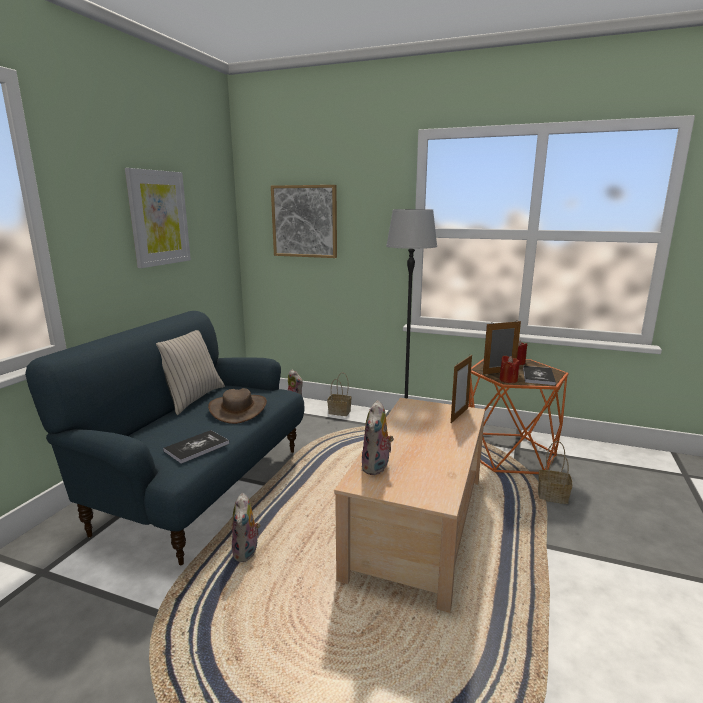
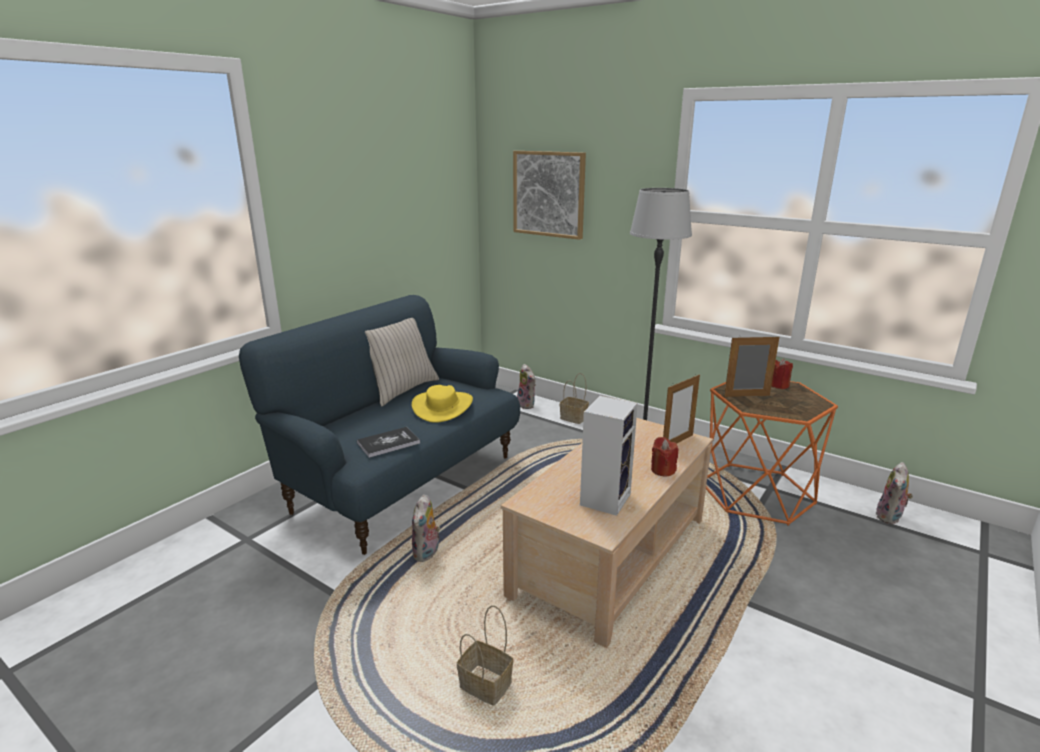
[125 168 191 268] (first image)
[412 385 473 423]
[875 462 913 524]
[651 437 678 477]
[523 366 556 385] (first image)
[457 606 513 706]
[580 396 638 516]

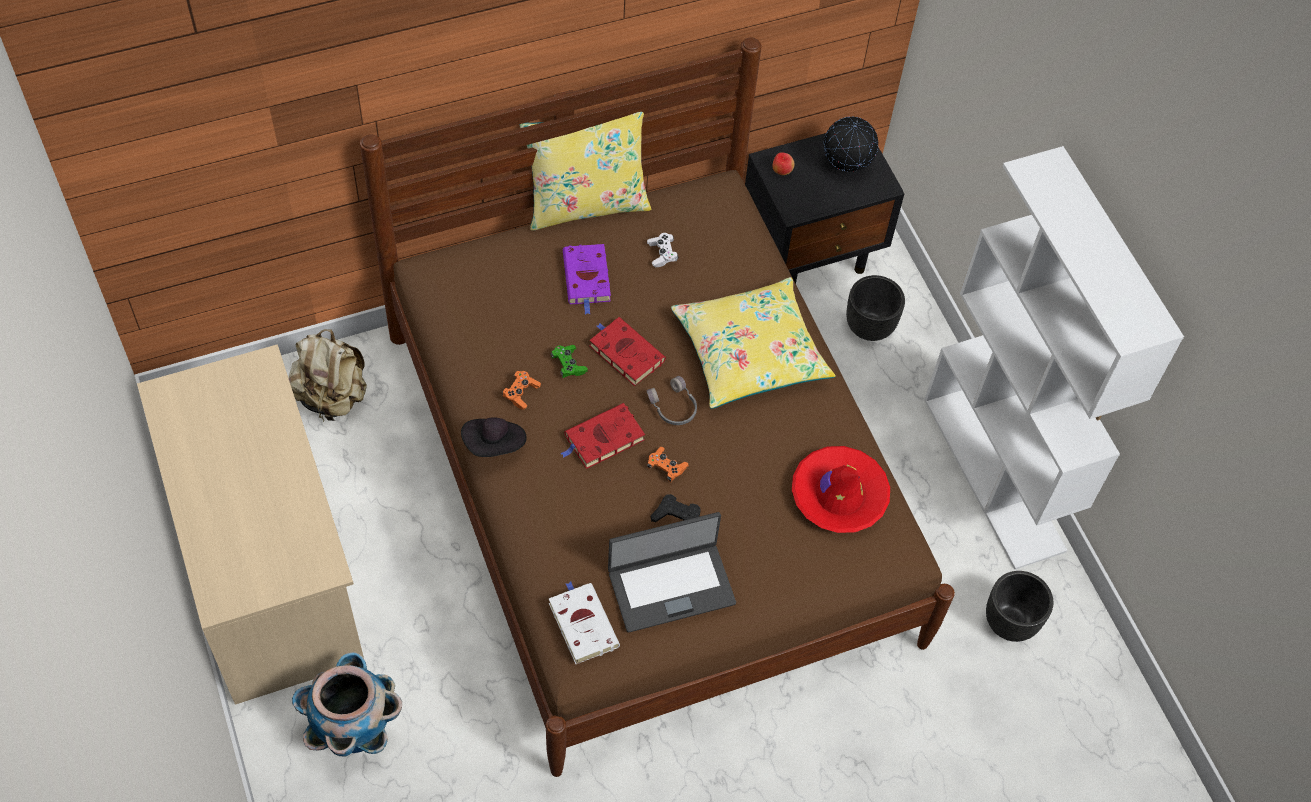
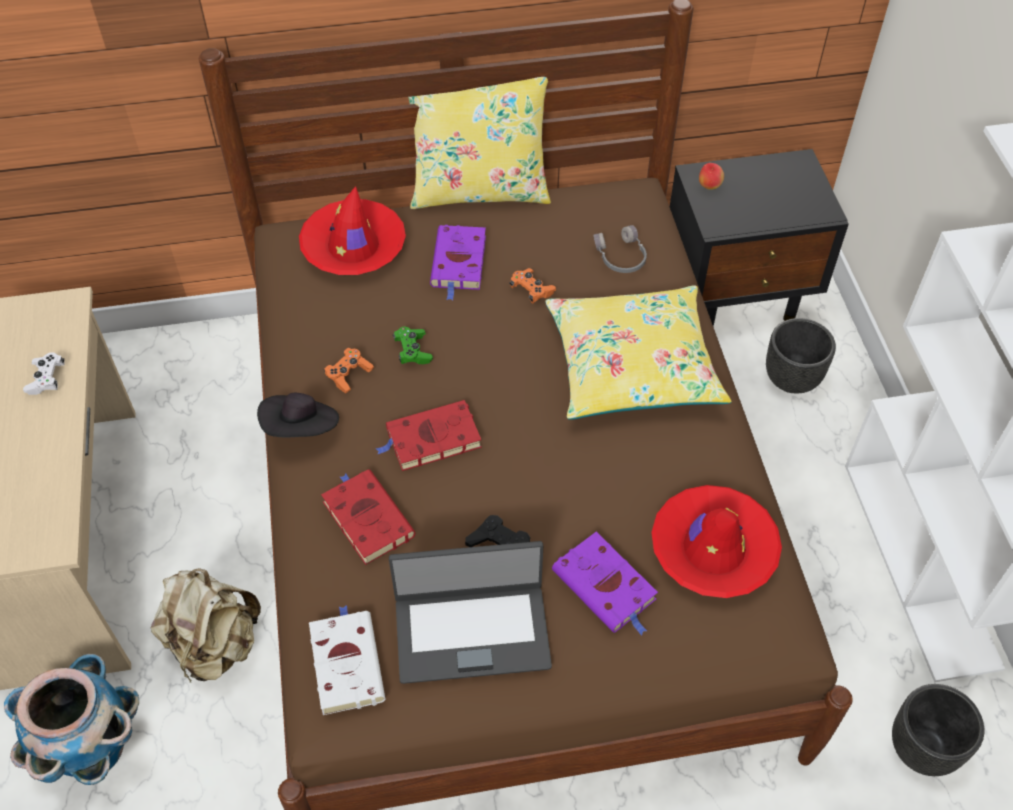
[151 568 261 682]
[321 469 415 565]
[593 225 647 273]
[23 352 65 395]
[510 268 556 304]
[824 117 878 172] (first image)
[299 186 406 275]
[552 532 658 635]

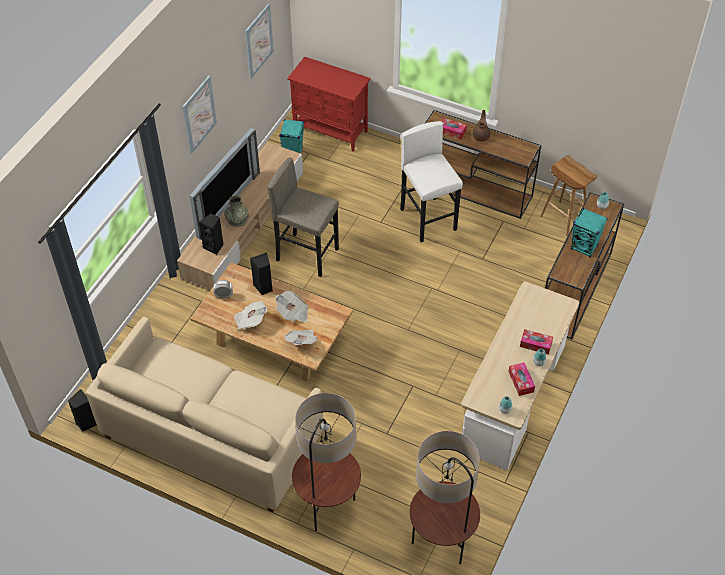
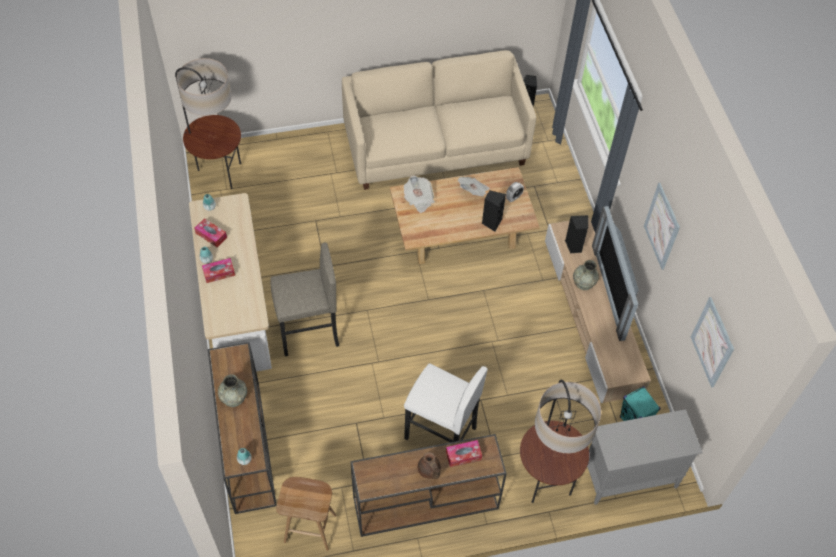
[270 243 339 356]
[275 291 308 323] (first image)
[587 409 703 505]
[520 380 601 503]
[218 374 247 407]

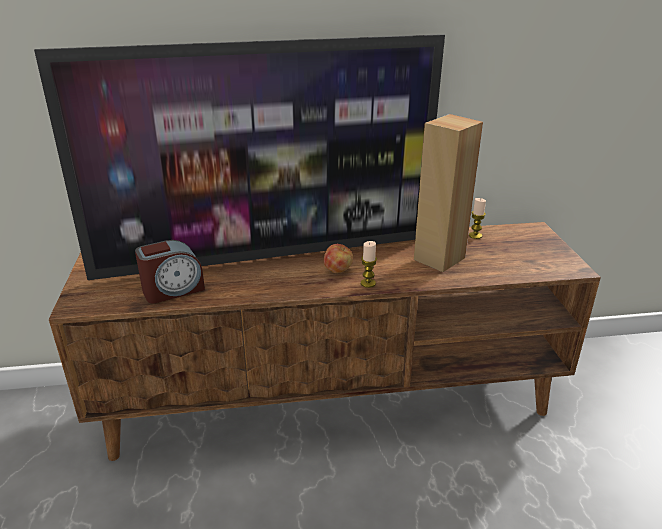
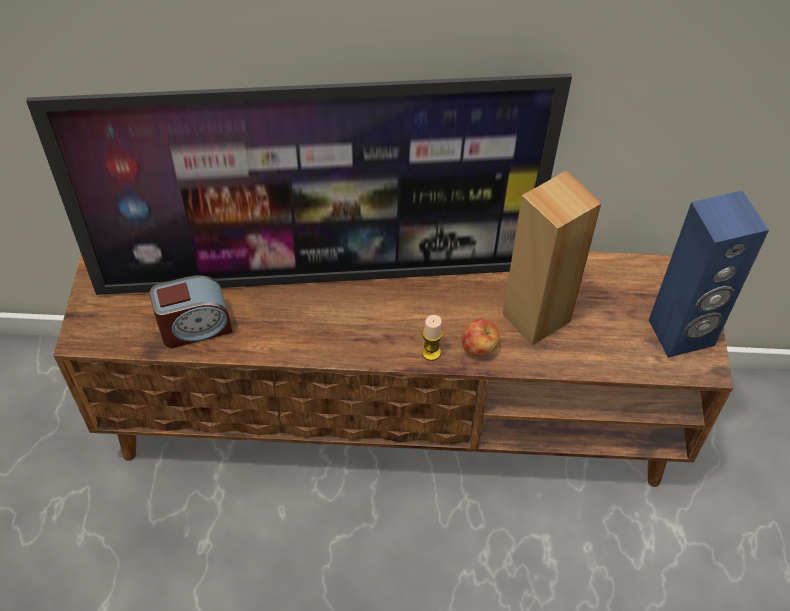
[461 318 500 356]
[469 198 486 239] (first image)
[649 190 769 358]

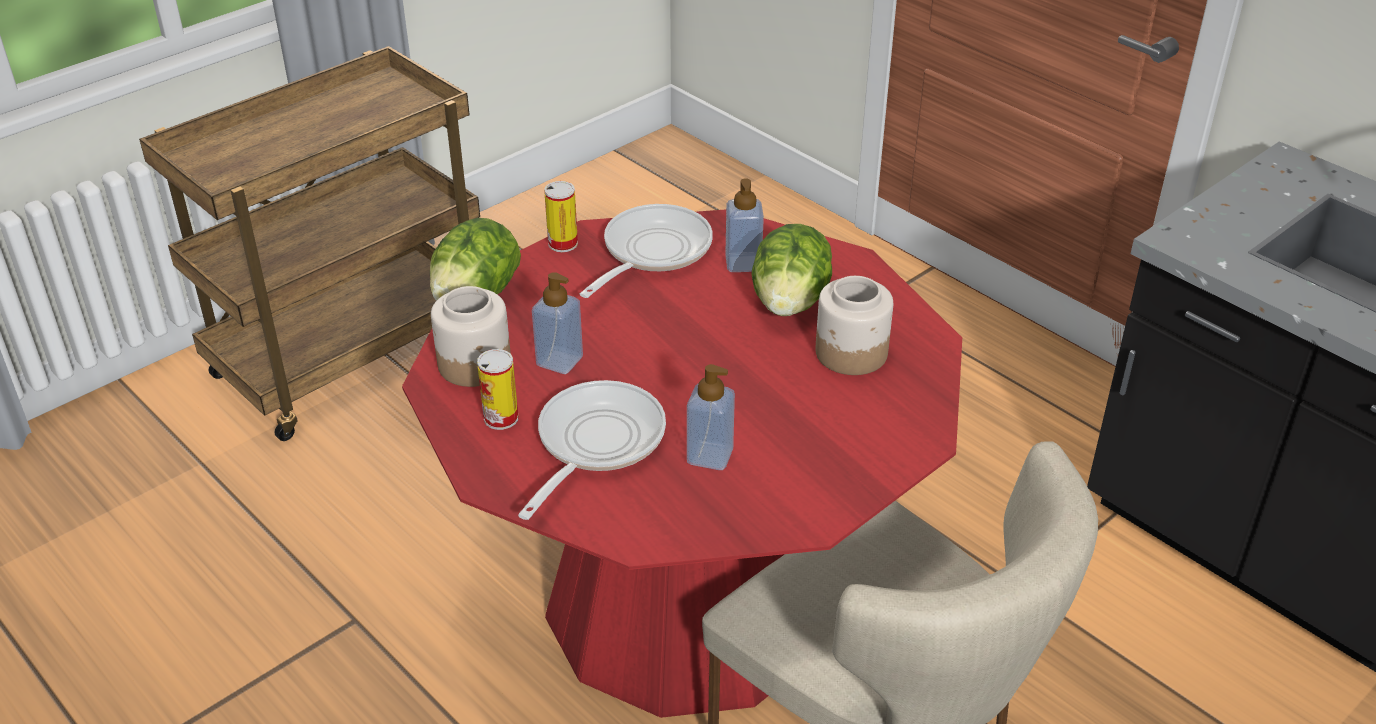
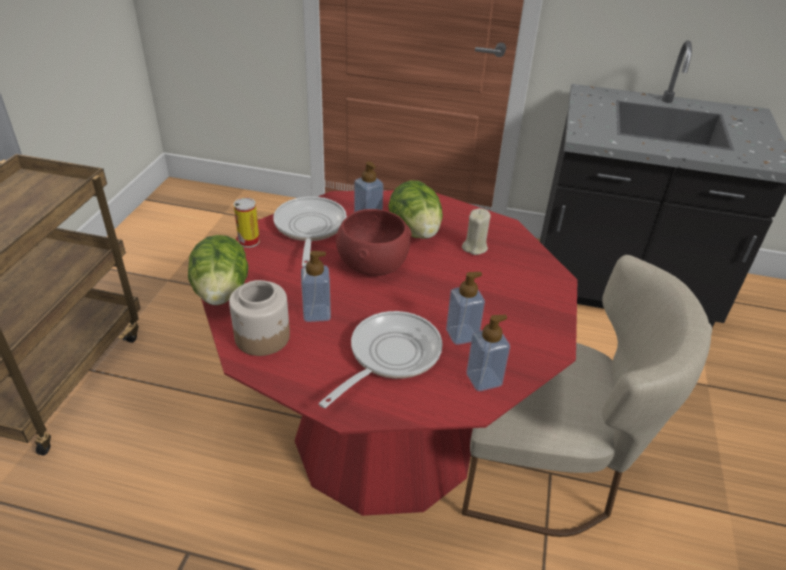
[477 349 518 430] (first image)
[319 311 443 408]
[462 208 491 255]
[336 209 412 276]
[467 315 510 391]

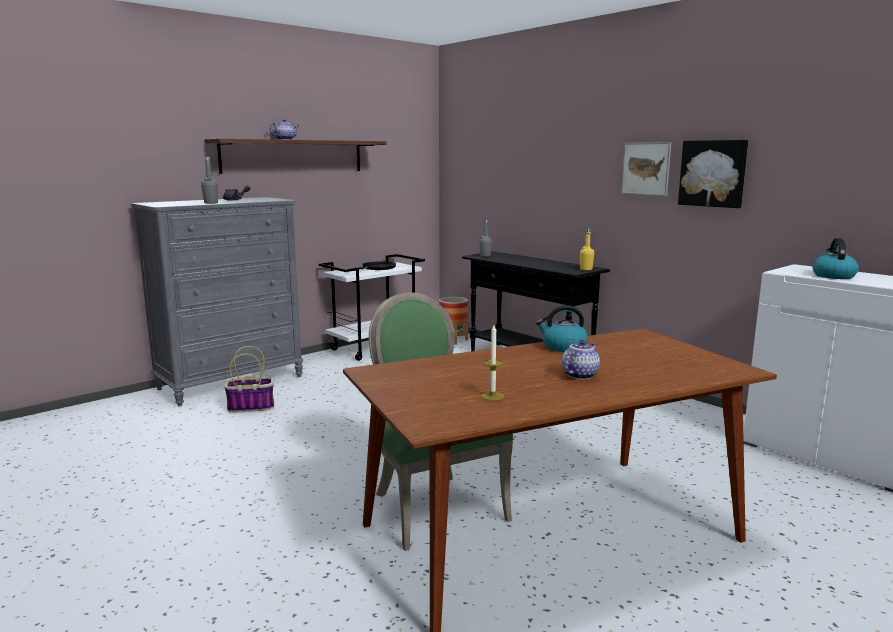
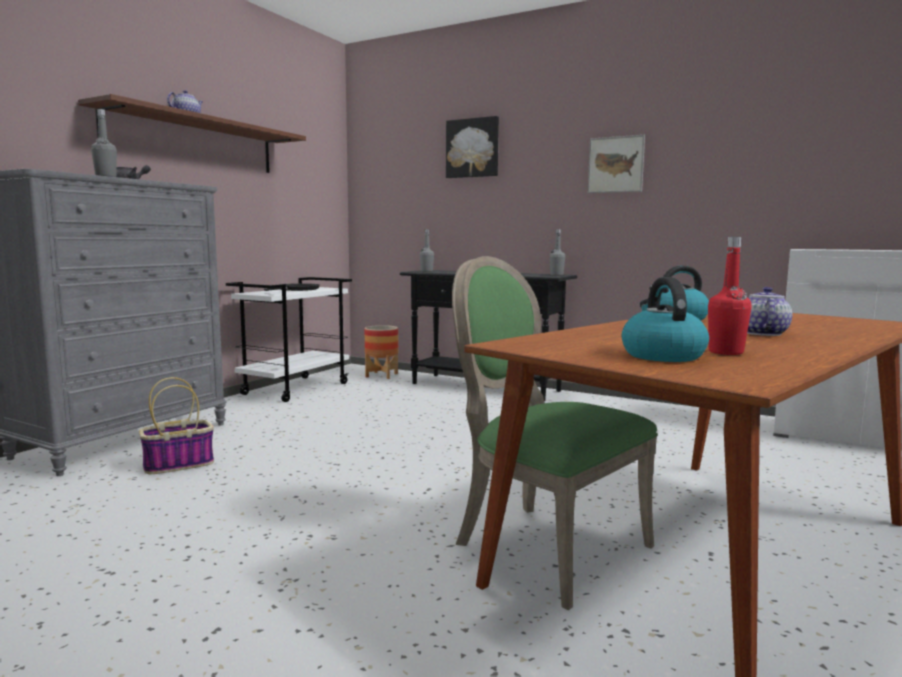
[708 237 752 355]
[549 229 565 276]
[446 116 499 178]
[622 277 709 362]

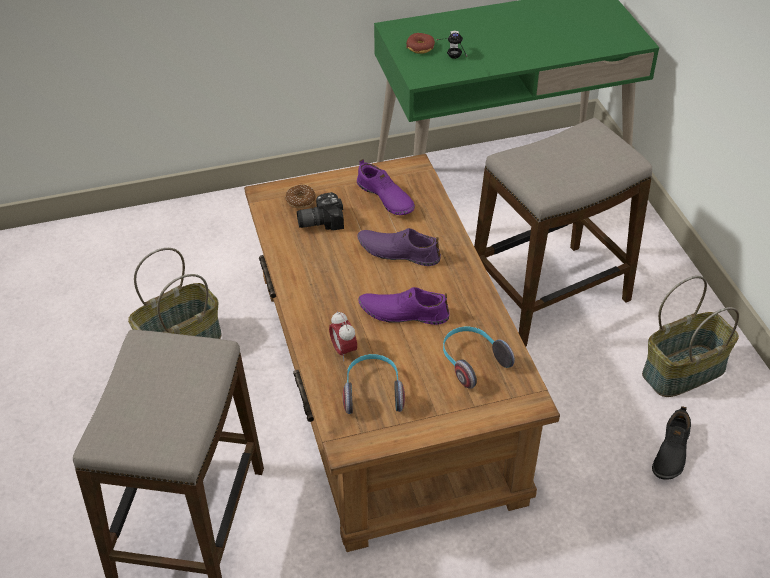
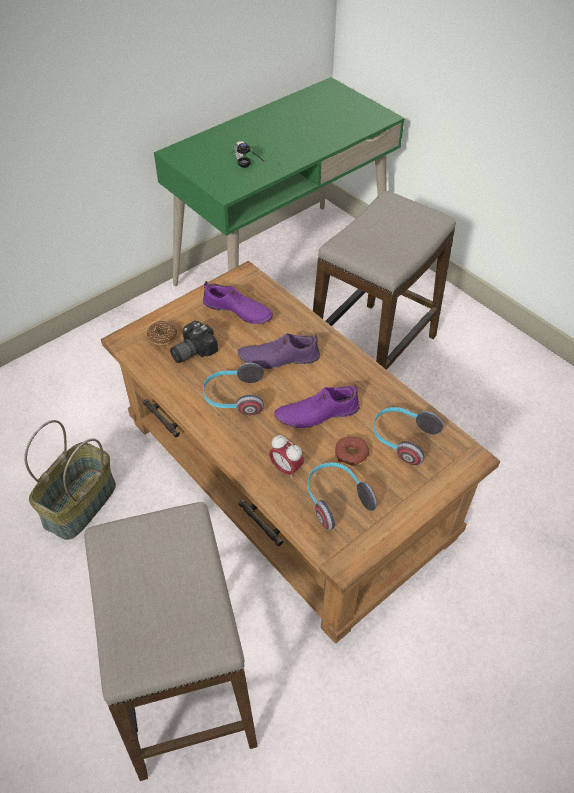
[335 437 369 466]
[642 276 739 397] (first image)
[652 406 691 480] (first image)
[203 363 264 415]

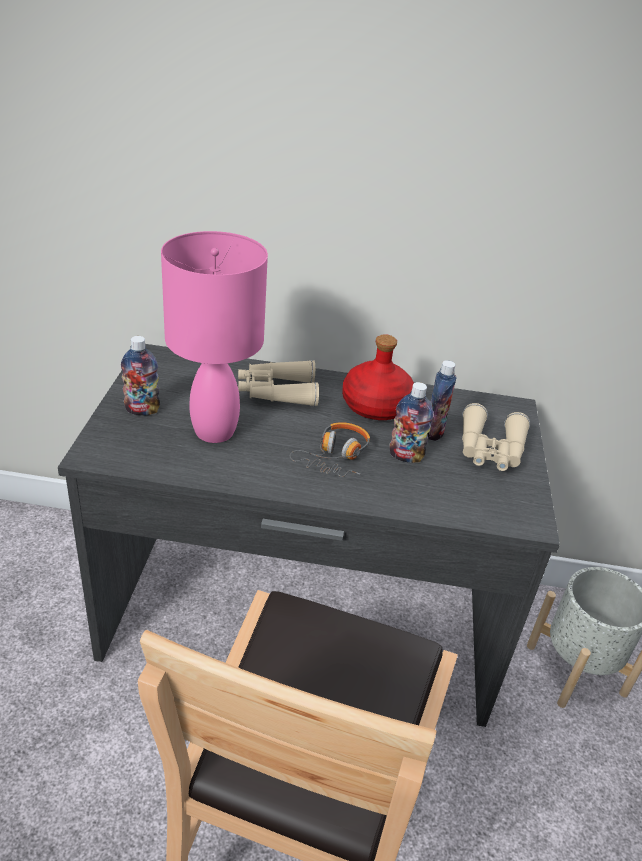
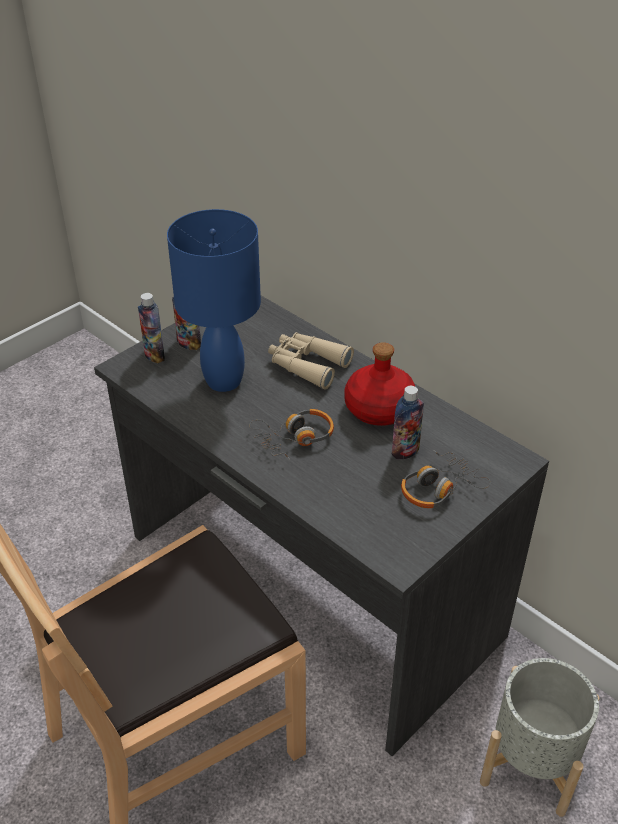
[167 209 261 392]
[138 293 165 363]
[401 450 491 508]

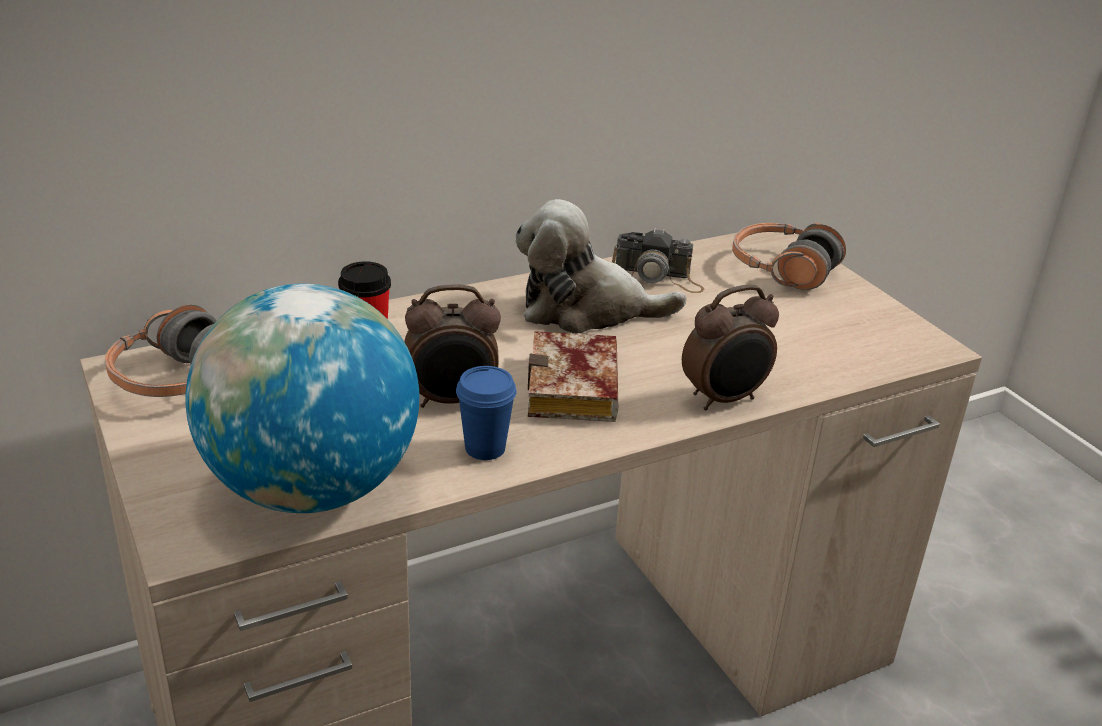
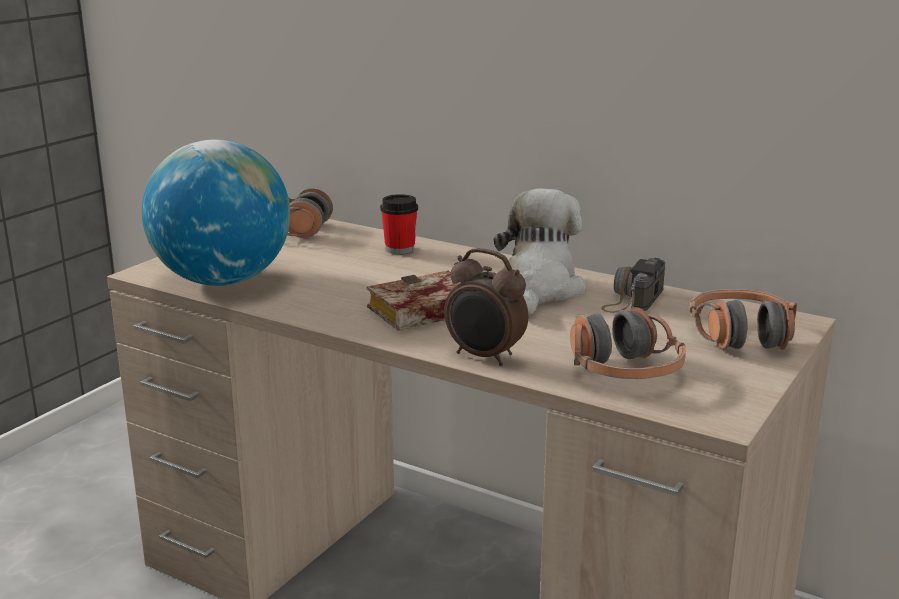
[404 284 501 408] (first image)
[456 366 517 460] (first image)
[493 189 586 315]
[601 258 665 313]
[570 307 686 379]

